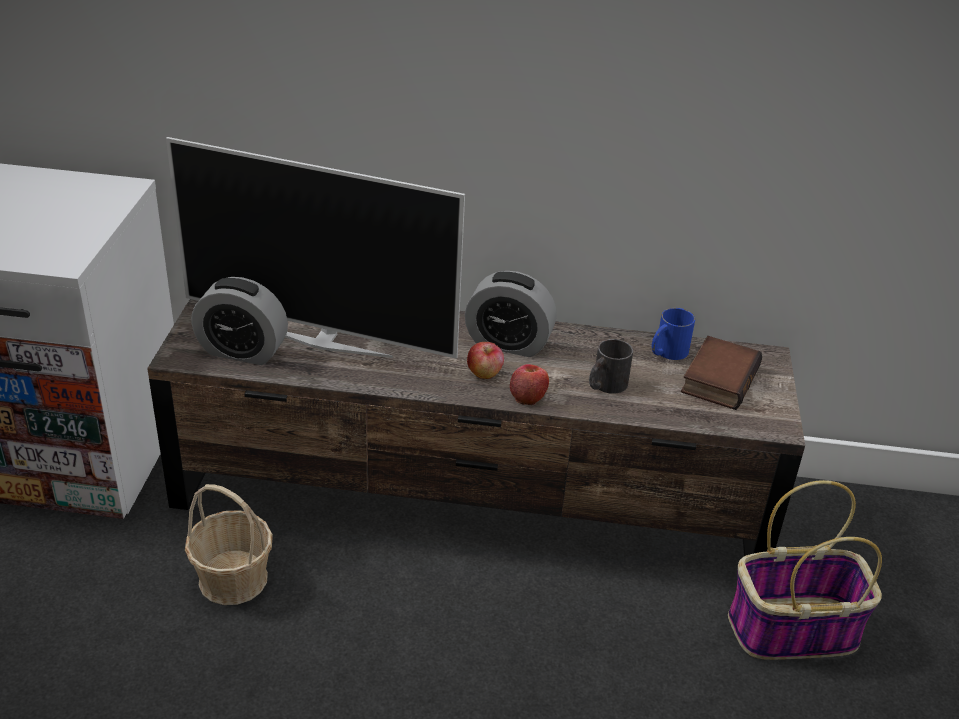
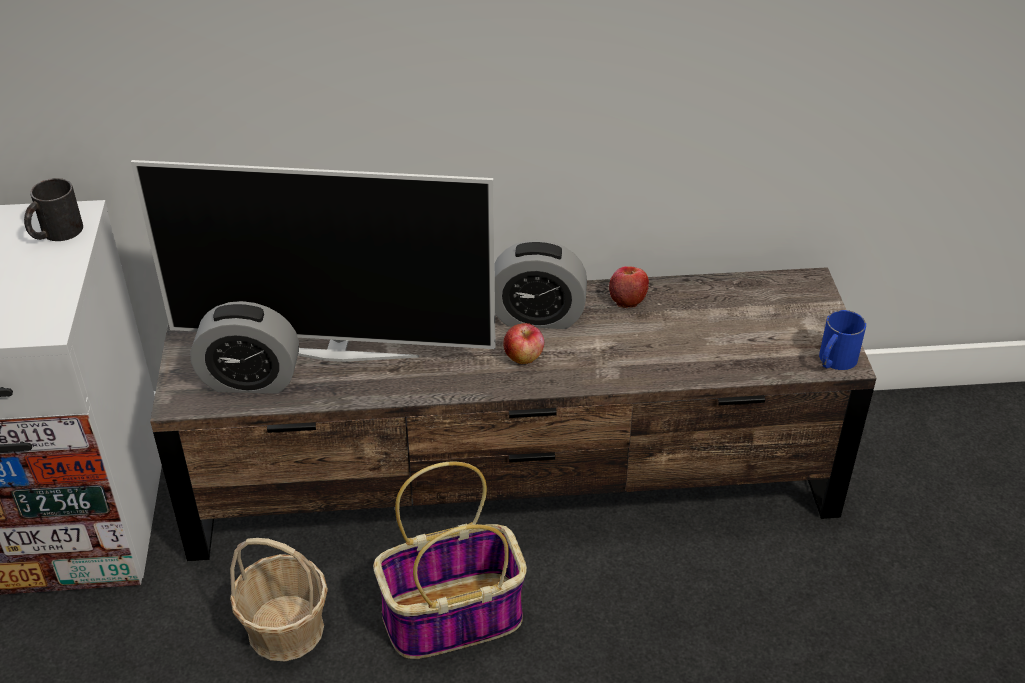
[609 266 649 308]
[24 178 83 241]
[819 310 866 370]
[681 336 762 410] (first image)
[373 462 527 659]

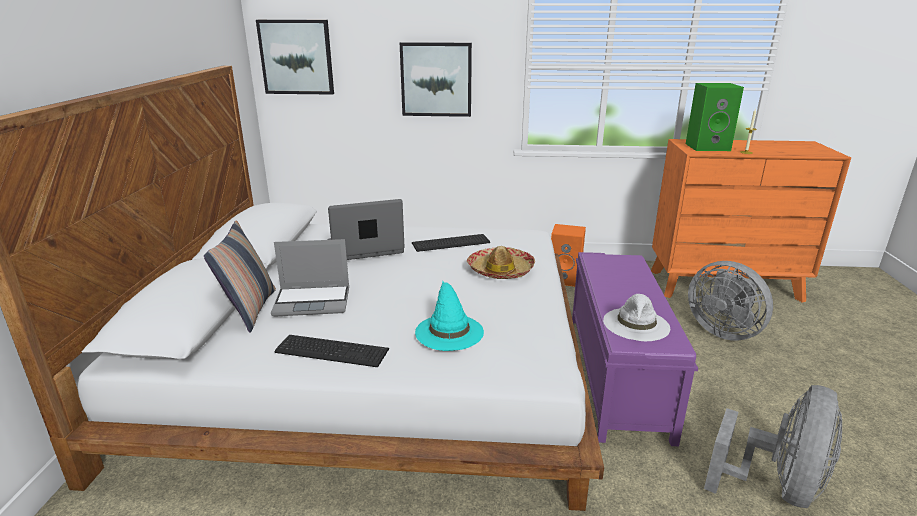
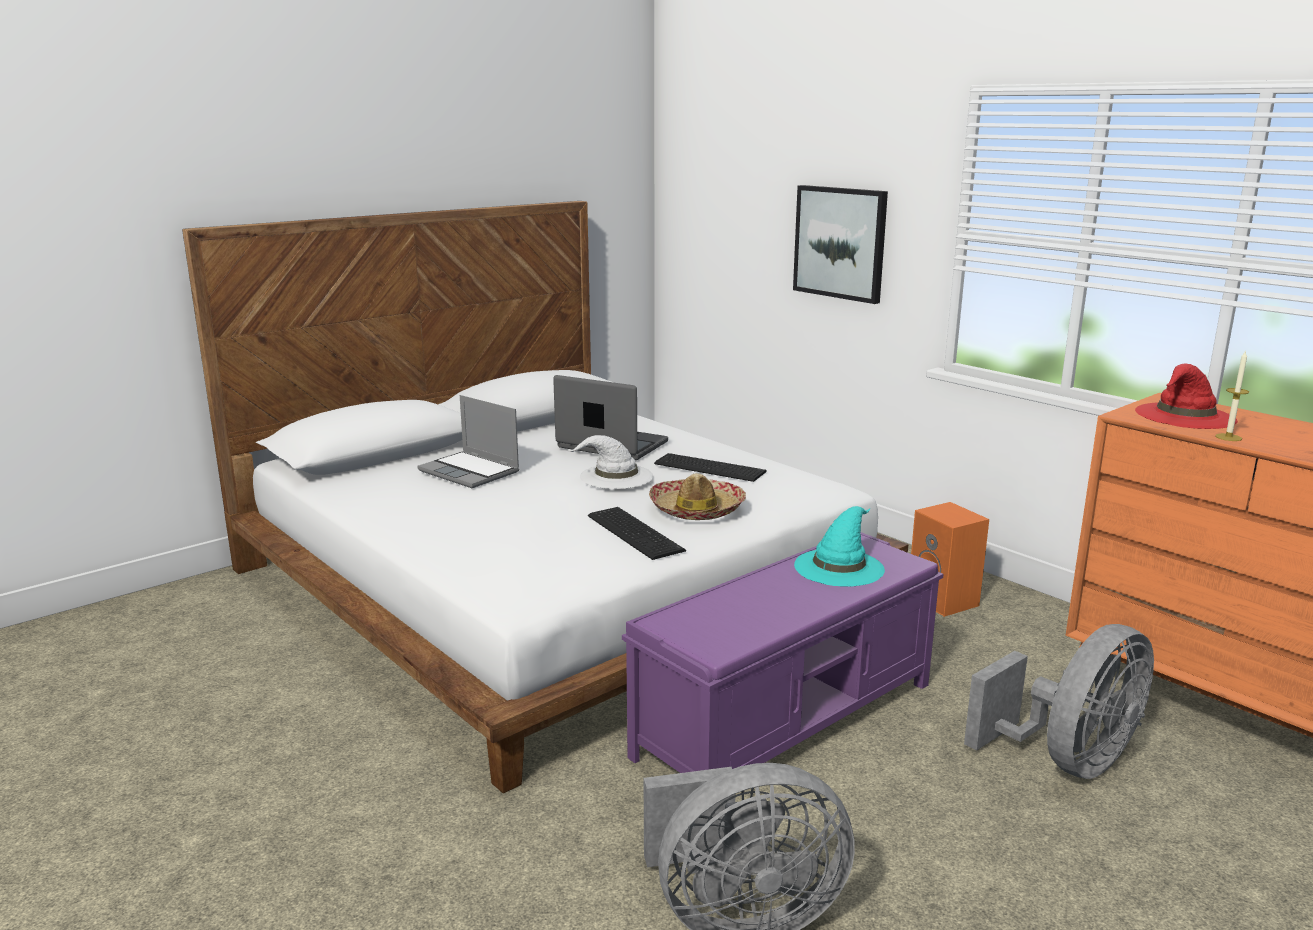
[204 220 276 333] (first image)
[256 20 334 95] (first image)
[588 507 686 560]
[794 506 885 587]
[568 435 653 489]
[1135 364 1238 429]
[964 624 1154 779]

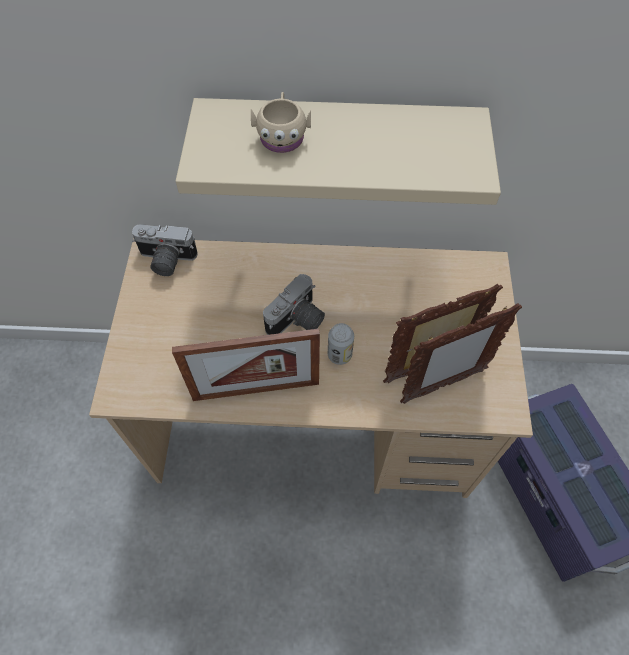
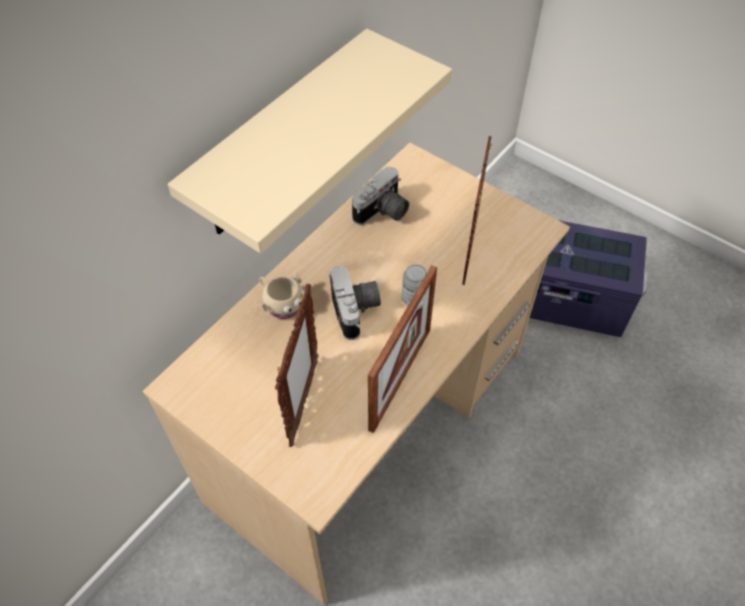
[352 166 409 225]
[259 272 305 319]
[275 284 319 447]

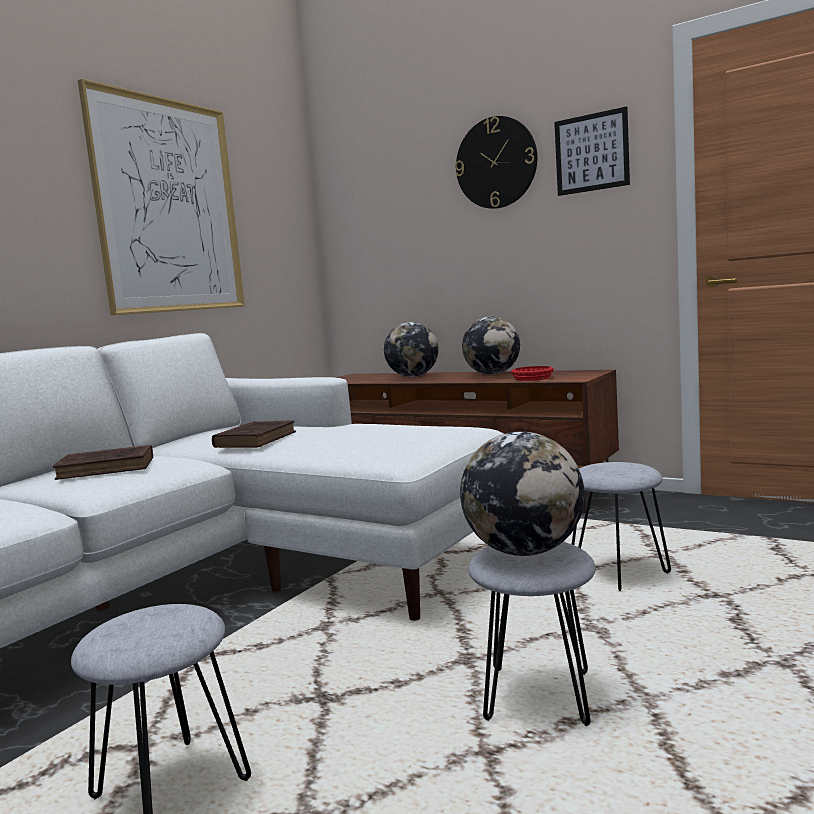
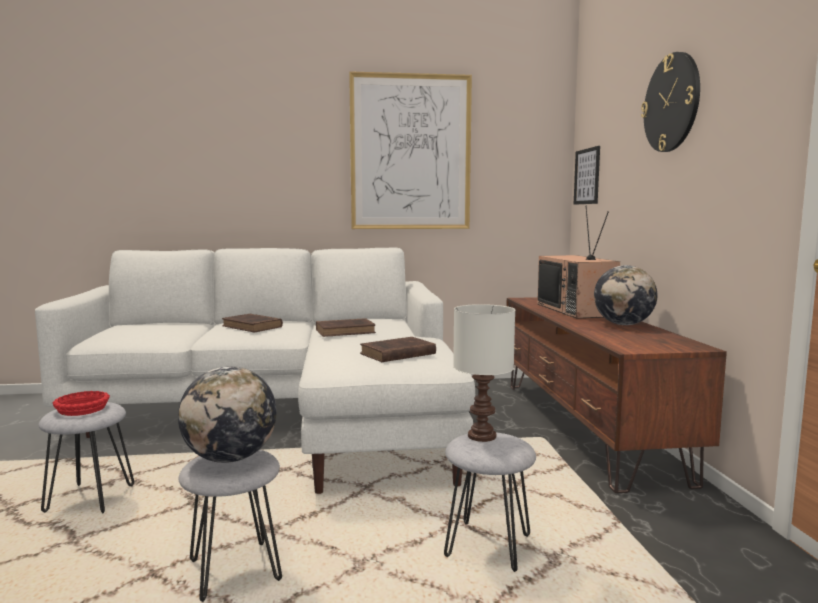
[537 206 620 318]
[53 391 110 416]
[574 146 600 205]
[360 337 436 362]
[453 304 515 442]

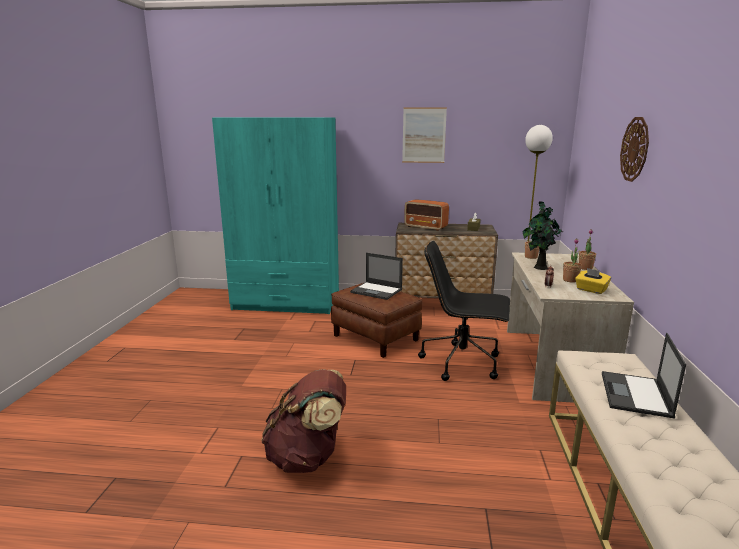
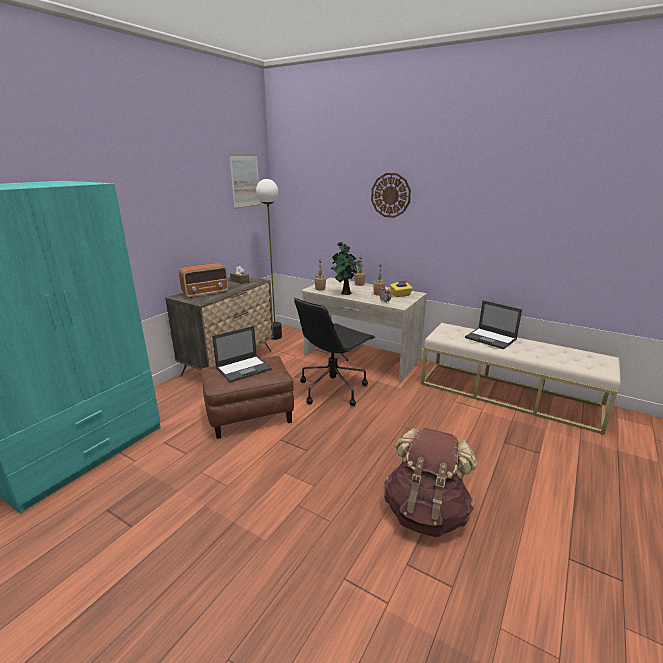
[229 154 261 209]

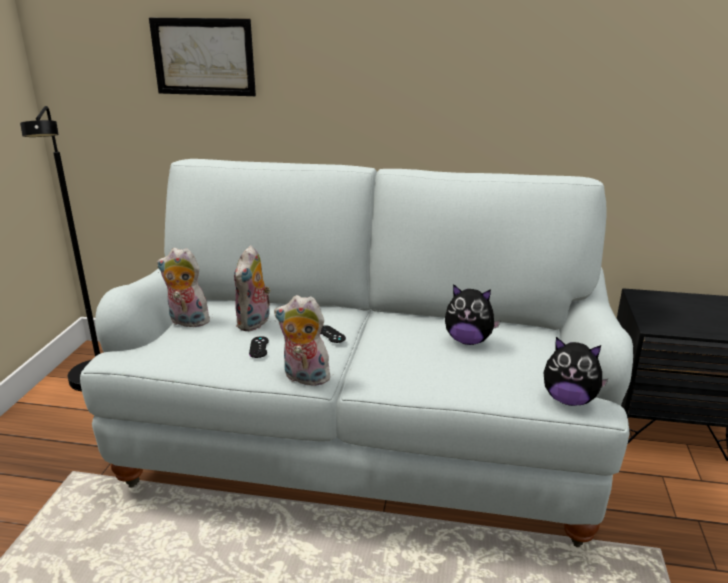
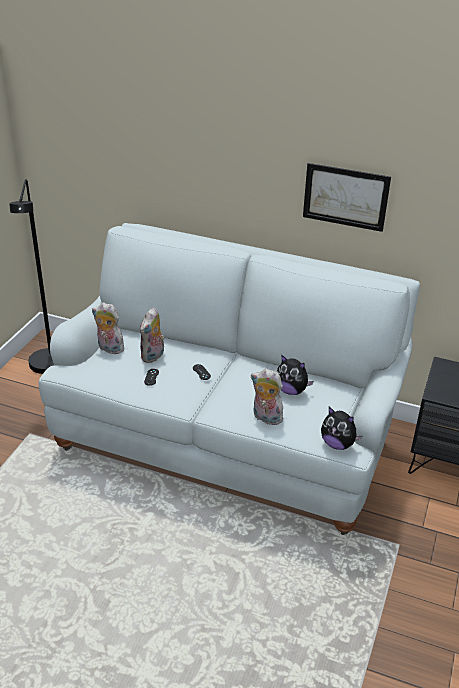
[303 163 391 232]
[251 369 283 425]

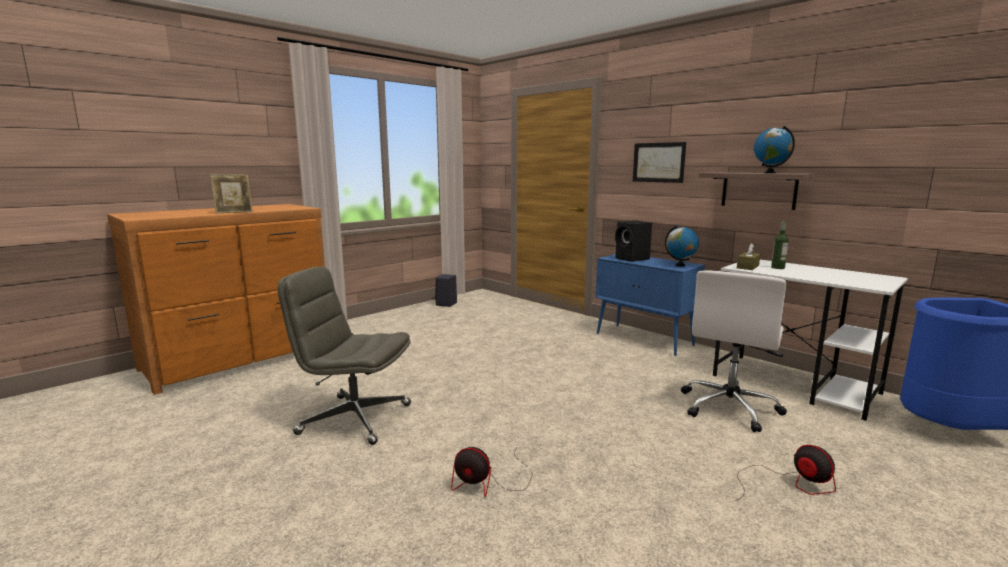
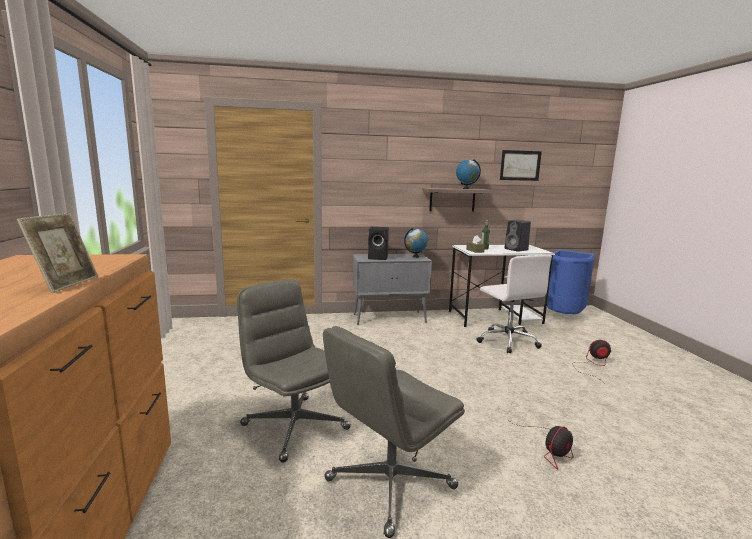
[505 220 531 252]
[353 254 432 325]
[500 150 542 181]
[237 279 351 463]

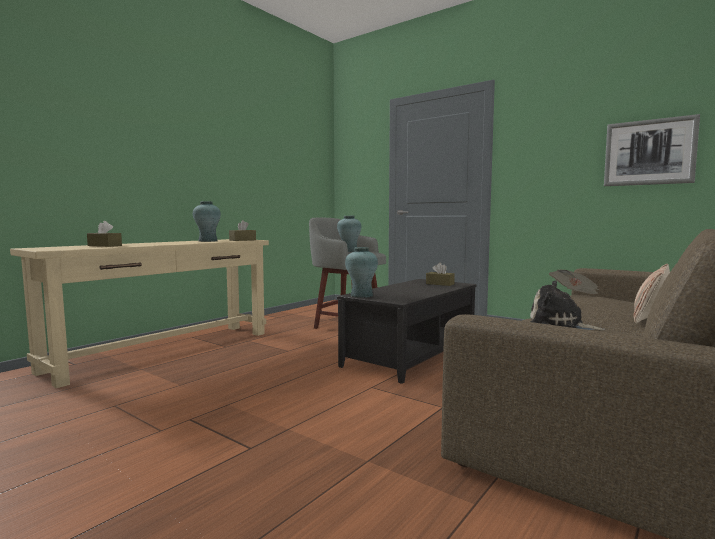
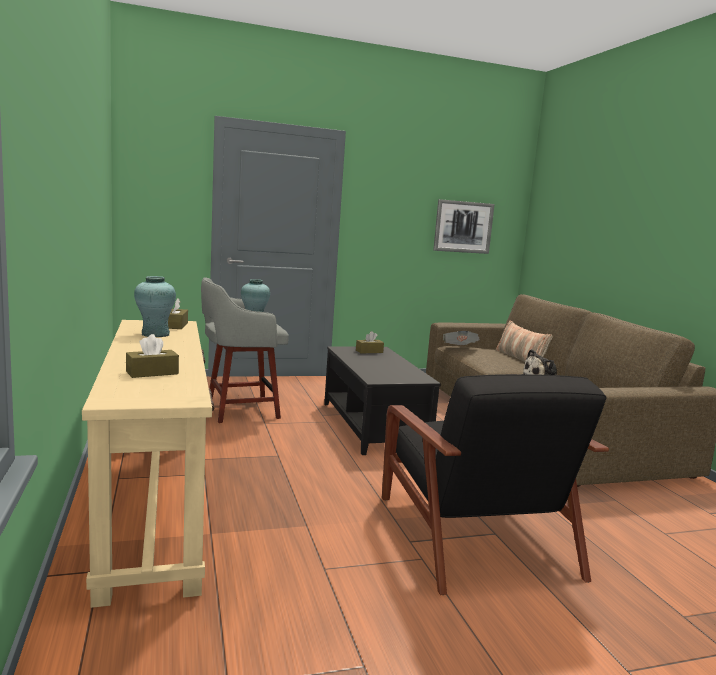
[345 247 378 298] (first image)
[382 374 609 595]

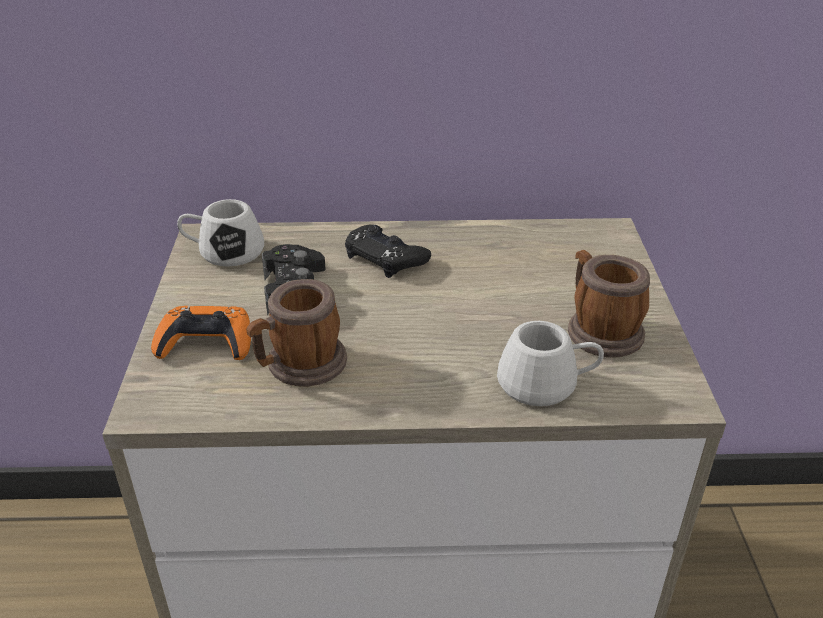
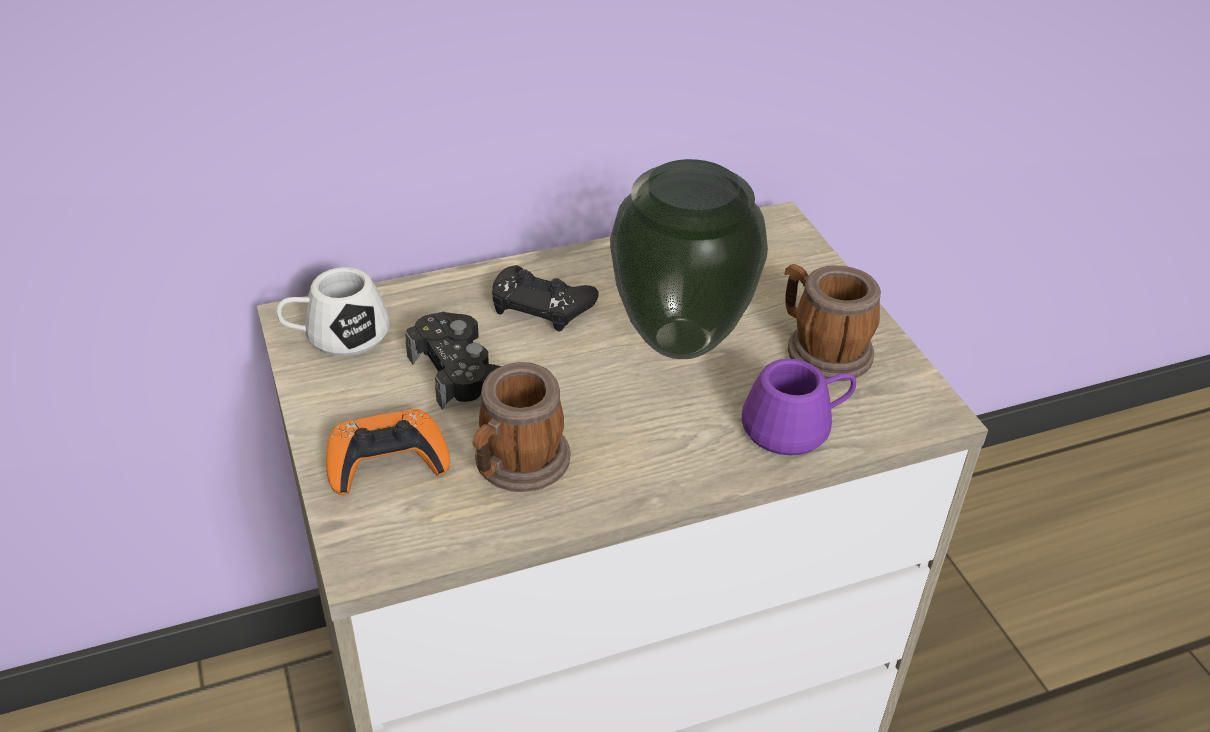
[742 359 856 455]
[610 159 768 359]

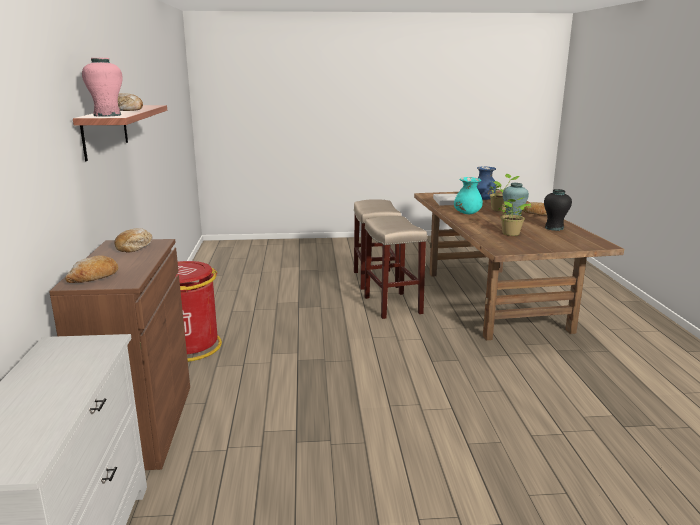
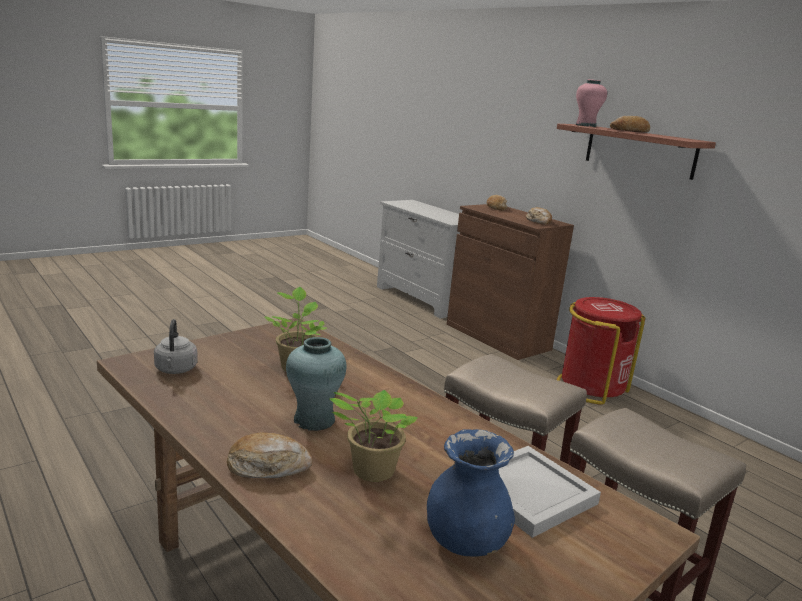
[454 177 483 214] (first image)
[544 189 572 231] (first image)
[154 319 198 374]

